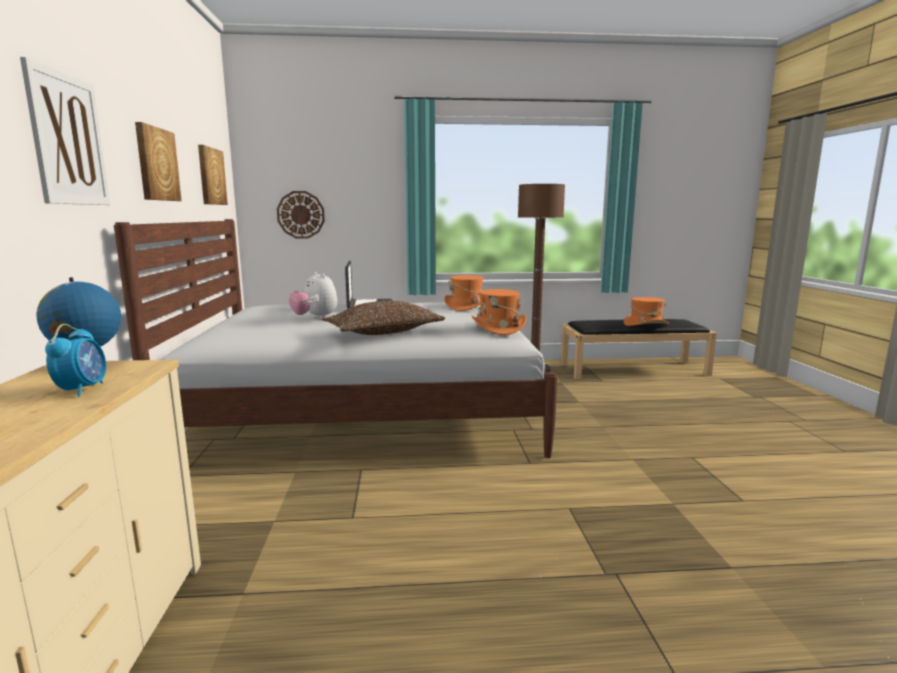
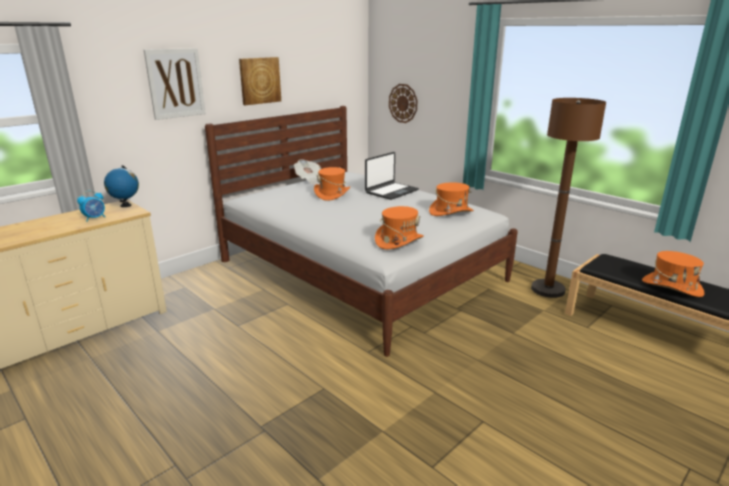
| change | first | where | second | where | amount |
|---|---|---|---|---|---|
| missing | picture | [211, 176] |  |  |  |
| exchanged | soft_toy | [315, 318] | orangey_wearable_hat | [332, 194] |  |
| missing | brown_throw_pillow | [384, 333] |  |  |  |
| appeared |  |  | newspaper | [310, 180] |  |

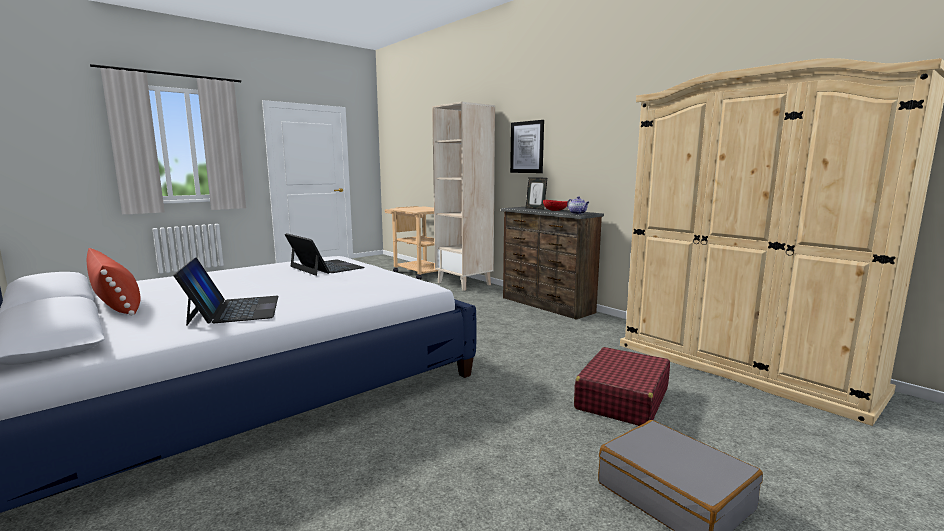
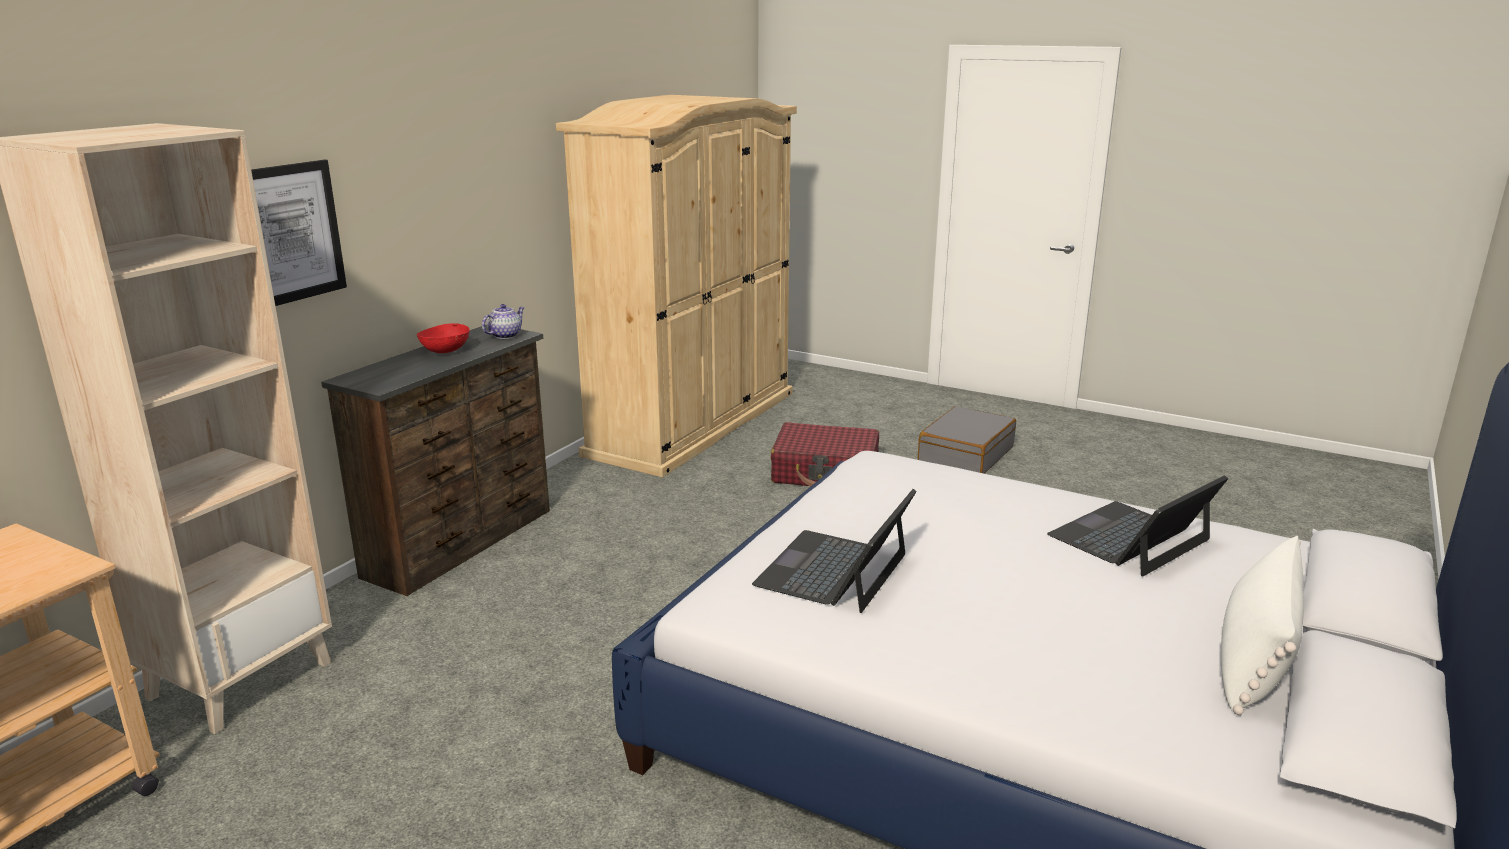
| change | first | where | second | where | amount |
|---|---|---|---|---|---|
| missing | photo_frame | [535, 208] |  |  |  |
| colour | red-coloured_throw_pillow | [117, 304] | white_throw_pillow | [1254, 657] |  |

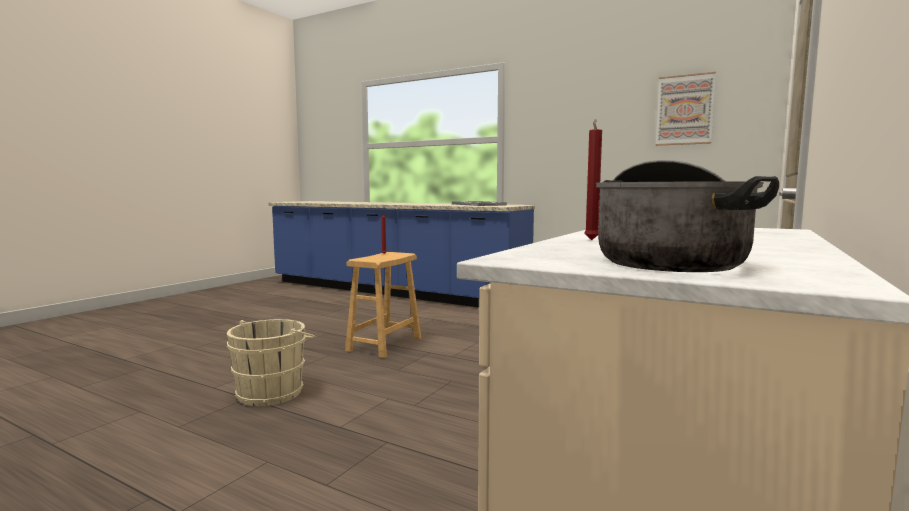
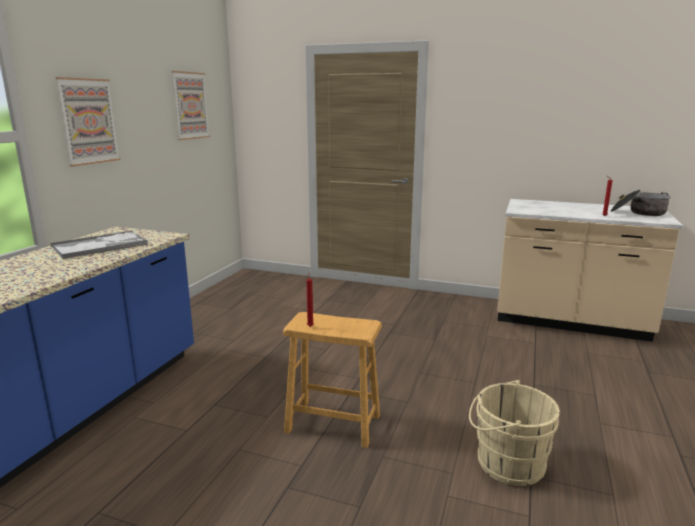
| change | first | where | second | where | amount |
|---|---|---|---|---|---|
| appeared |  |  | picture | [88, 121] |  |

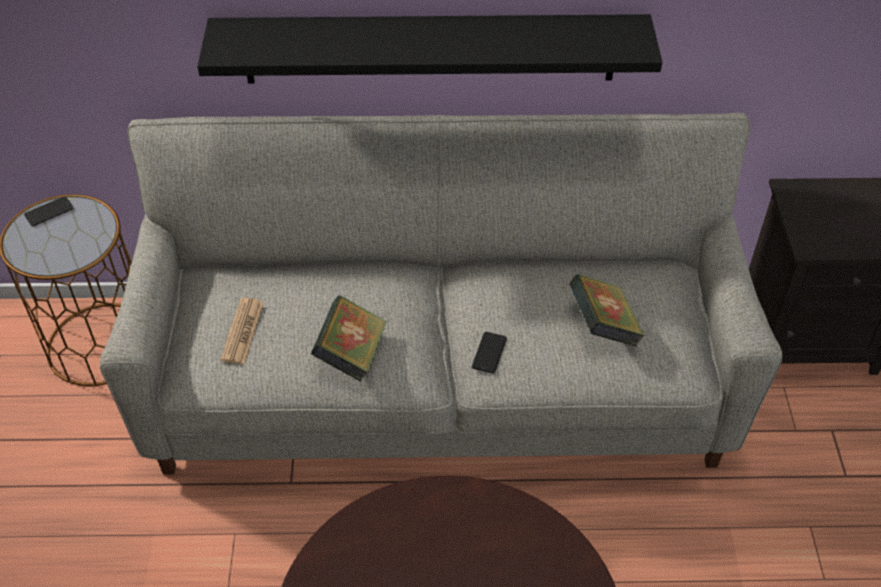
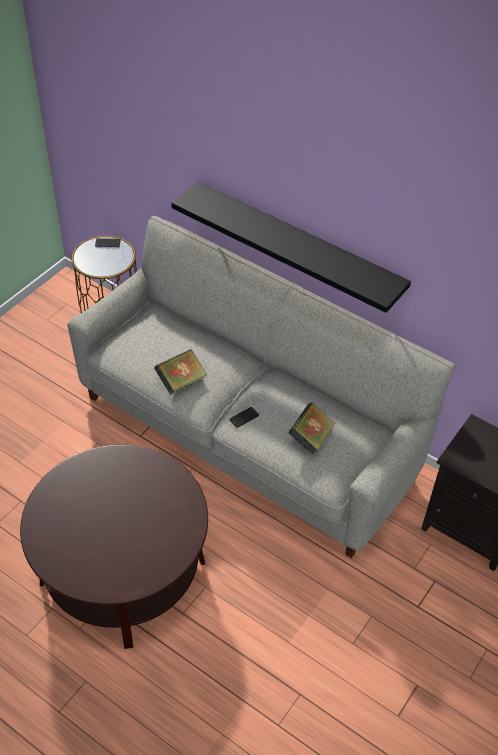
| change | first | where | second | where | amount |
|---|---|---|---|---|---|
| missing | newspaper | [242, 331] |  |  |  |

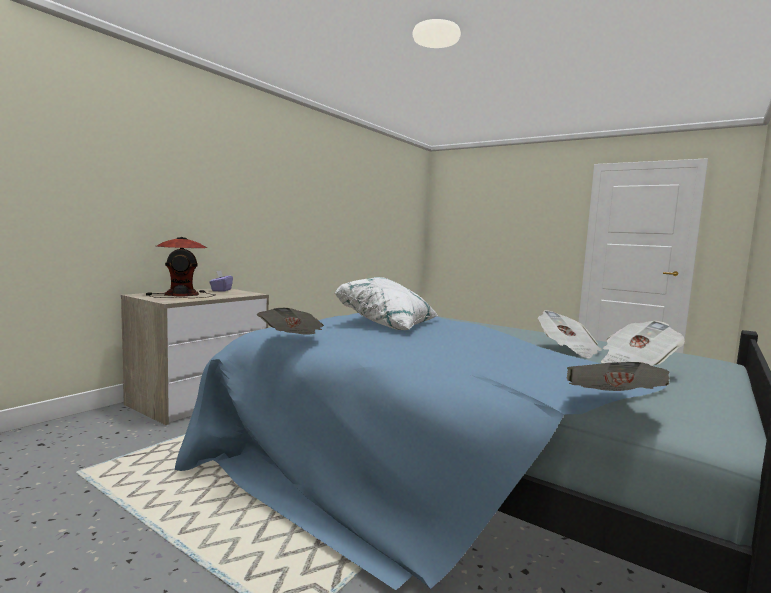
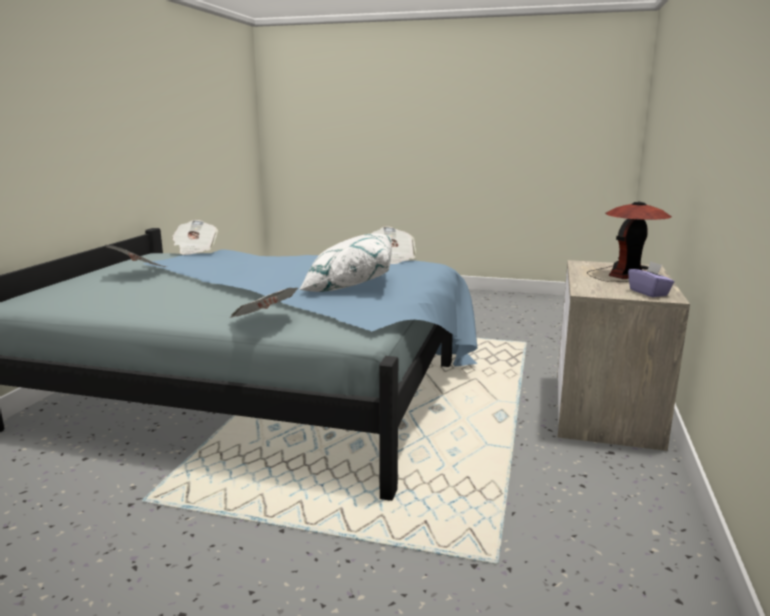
| change | first | where | second | where | amount |
|---|---|---|---|---|---|
| relocated | newspaper | [567, 350] |  | [264, 320] |  |

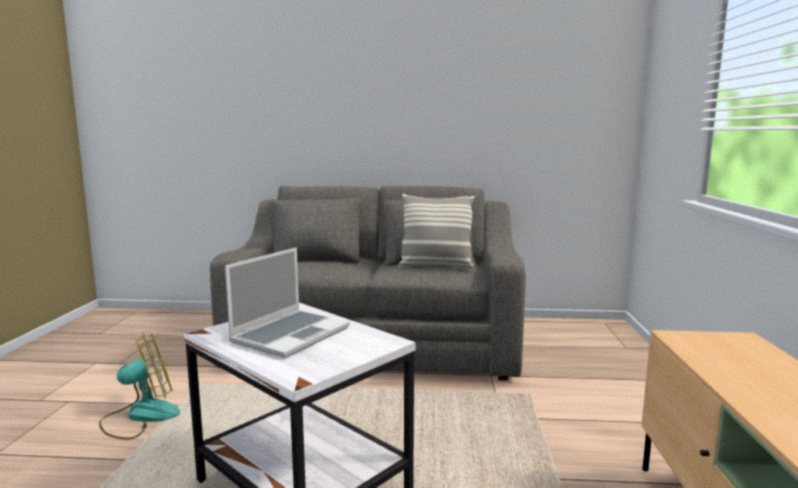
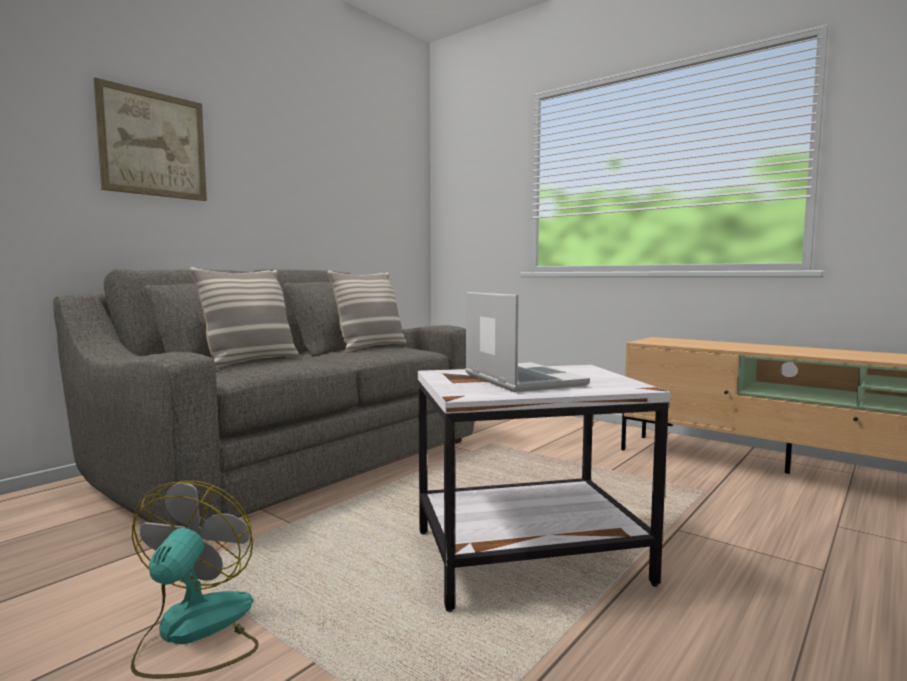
| change | first | where | second | where | amount |
|---|---|---|---|---|---|
| appeared |  |  | picture | [153, 144] |  |
| appeared |  |  | throw_pillow | [250, 362] |  |

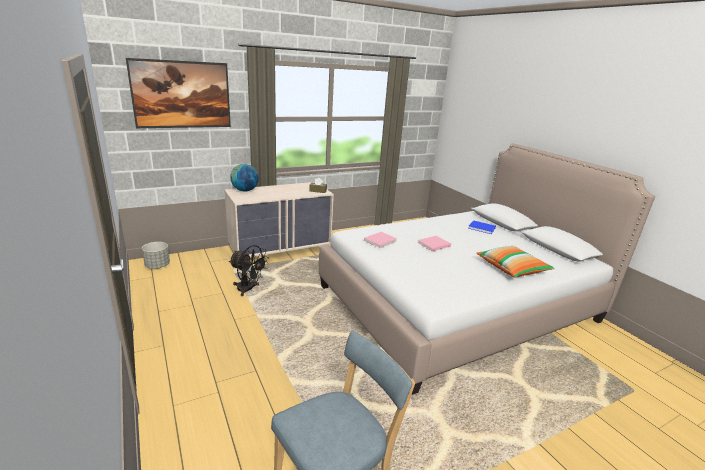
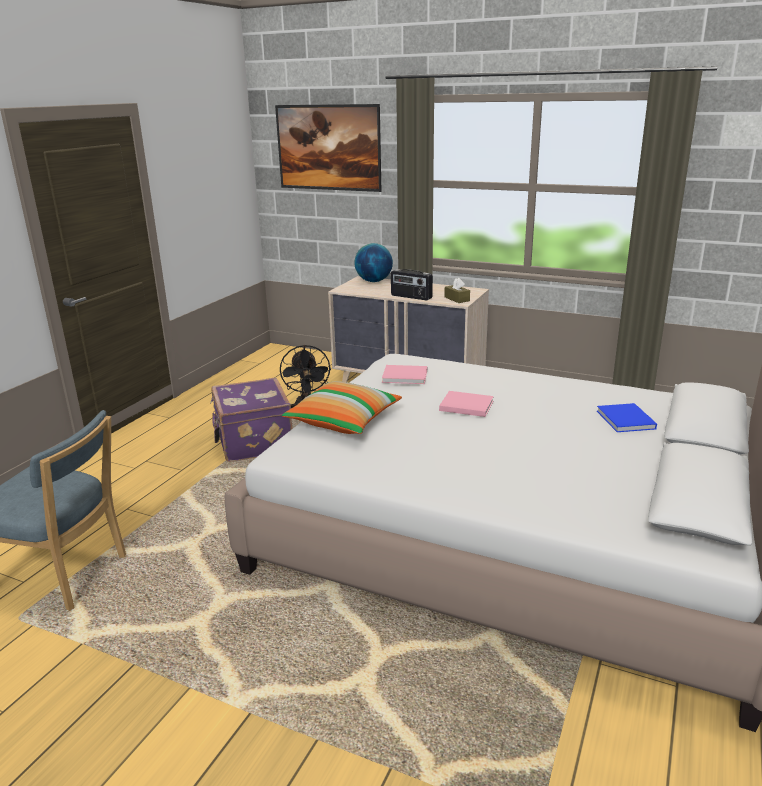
| change | first | where | second | where | amount |
|---|---|---|---|---|---|
| missing | greyish_flower_pot | [157, 266] |  |  |  |
| relocated | throw_pillow | [512, 269] |  | [344, 421] |  |
| appeared |  |  | radio_receiver | [411, 297] |  |
| appeared |  |  | purple_travel_case | [253, 442] |  |

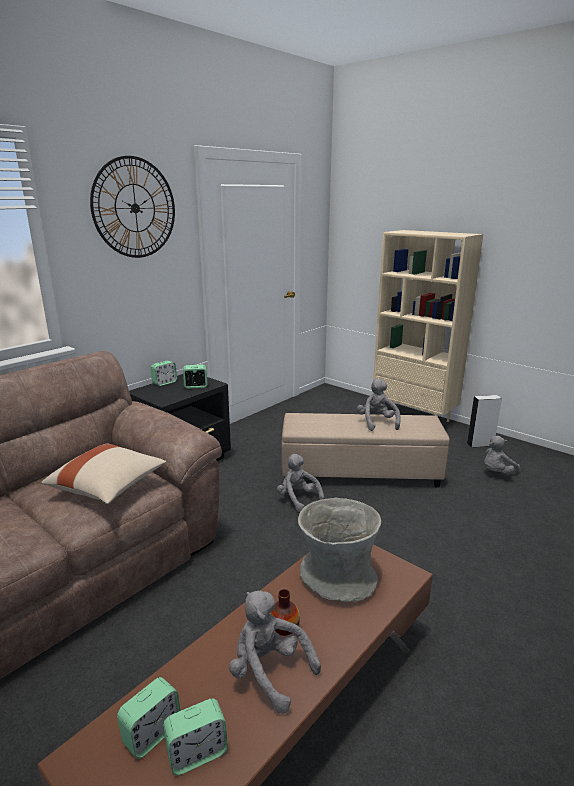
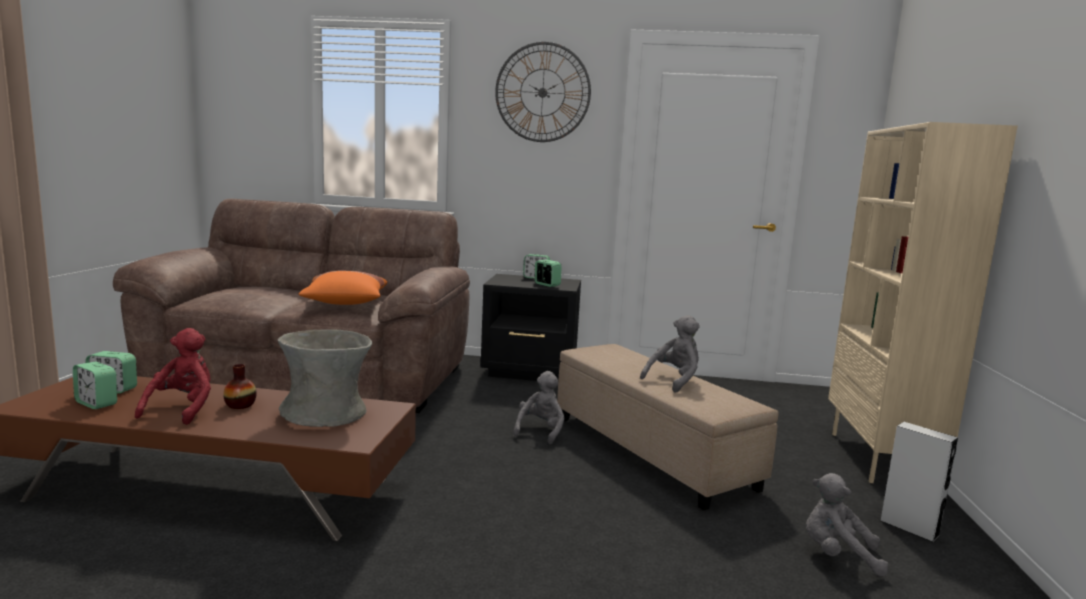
| change | first | where | second | where | amount |
|---|---|---|---|---|---|
| colour | sand-coloured_throw_pillow | [109, 487] | orangey_throw_pillow | [345, 303] |  |
| colour | greyish_soft_toy | [269, 672] | red-coloured_soft_toy | [183, 409] |  |

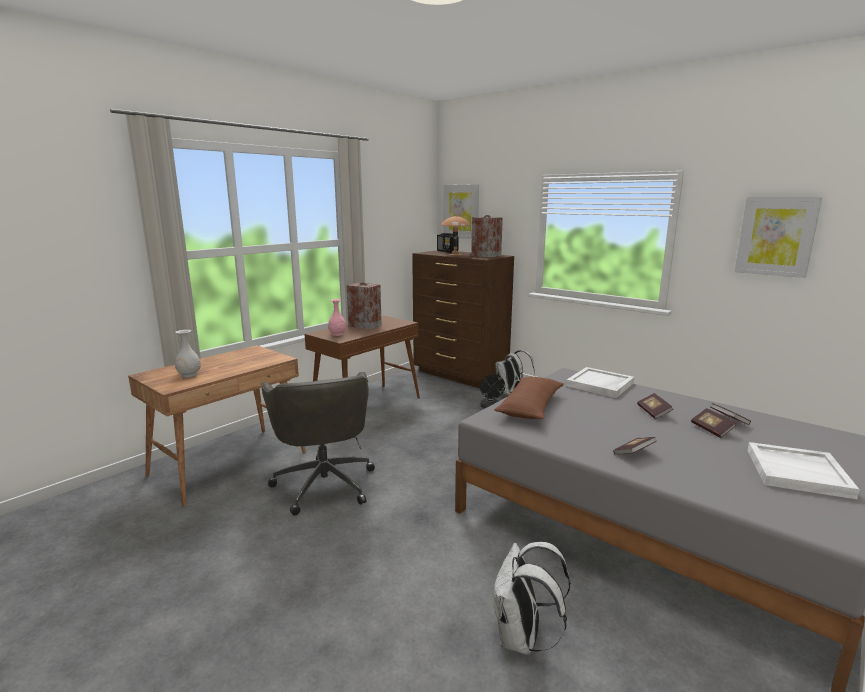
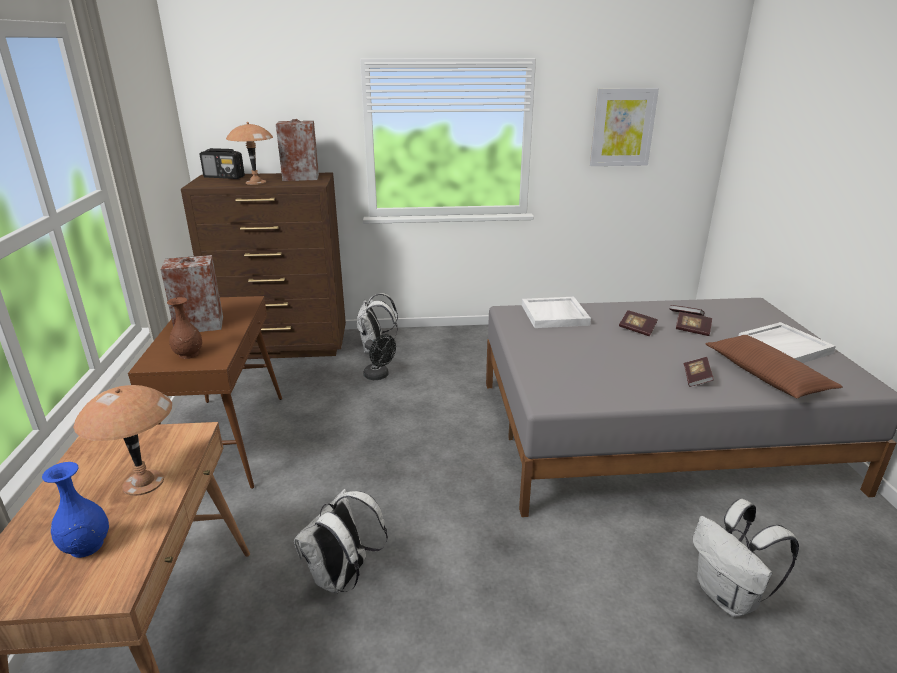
| change | first | where | second | where | amount |
|---|---|---|---|---|---|
| missing | picture | [461, 211] |  |  |  |
| colour | pink-coloured_flower_vase | [337, 334] | brown_flower_vase | [188, 354] |  |
| colour | white_flower_vase | [189, 375] | bluish_flower_vase | [86, 546] |  |
| exchanged | greyish_computer_chair | [324, 483] | white_rucksack | [342, 578] |  |
| relocated | brown_throw_pillow | [530, 407] |  | [766, 375] |  |
| appeared |  |  | brown_table_lamp | [142, 483] |  |

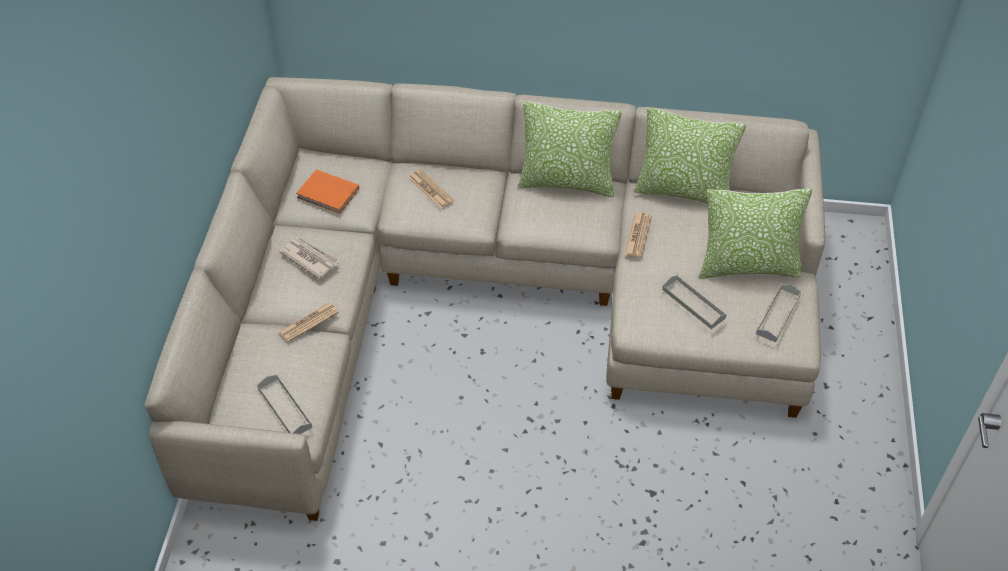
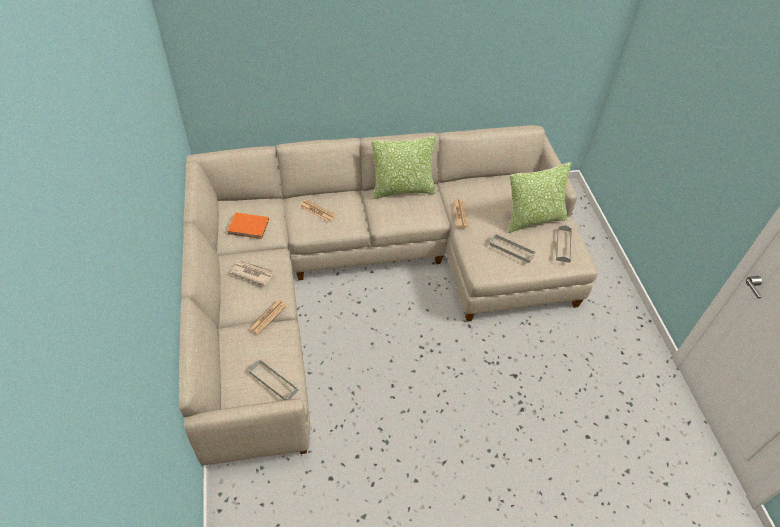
| change | first | where | second | where | amount |
|---|---|---|---|---|---|
| missing | throw_pillow | [683, 191] |  |  |  |

